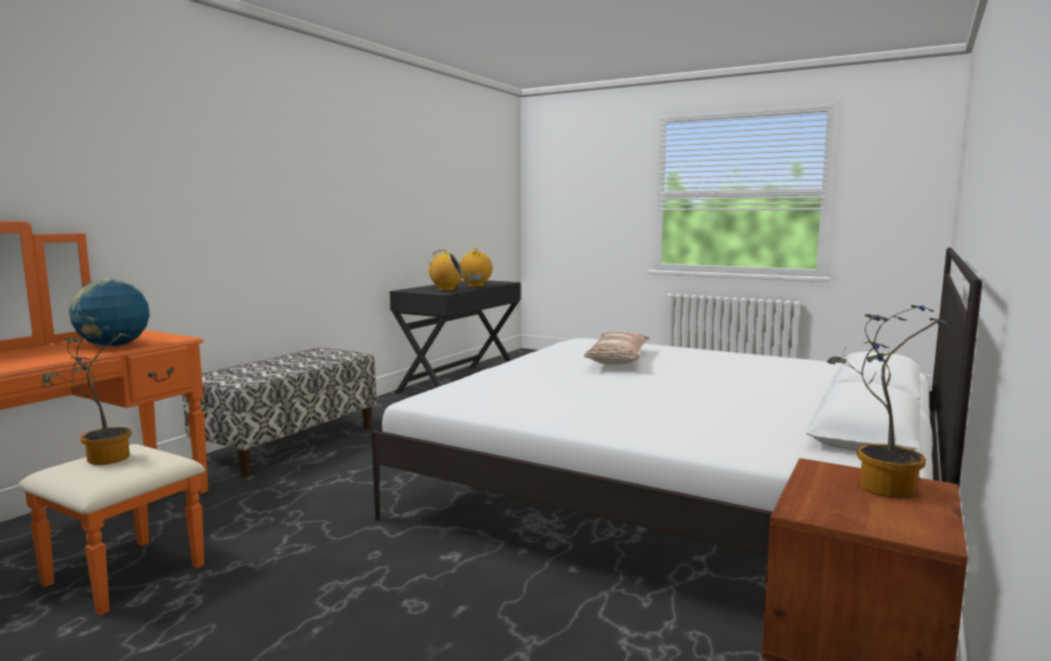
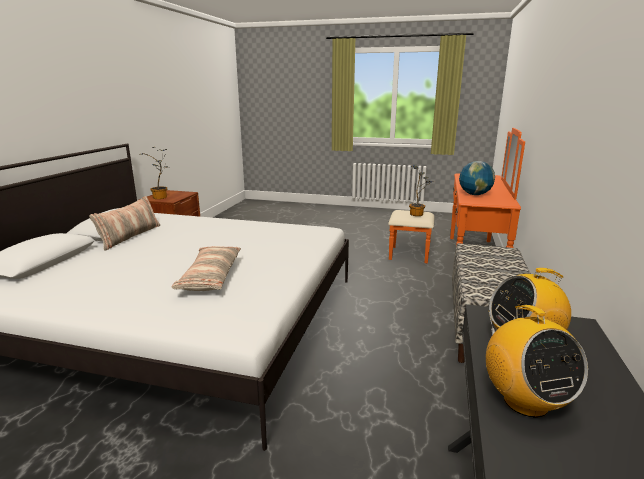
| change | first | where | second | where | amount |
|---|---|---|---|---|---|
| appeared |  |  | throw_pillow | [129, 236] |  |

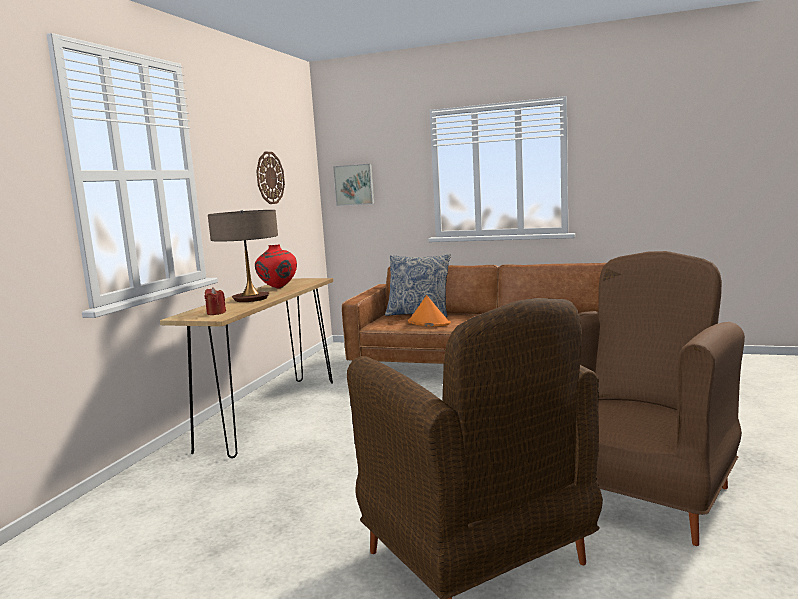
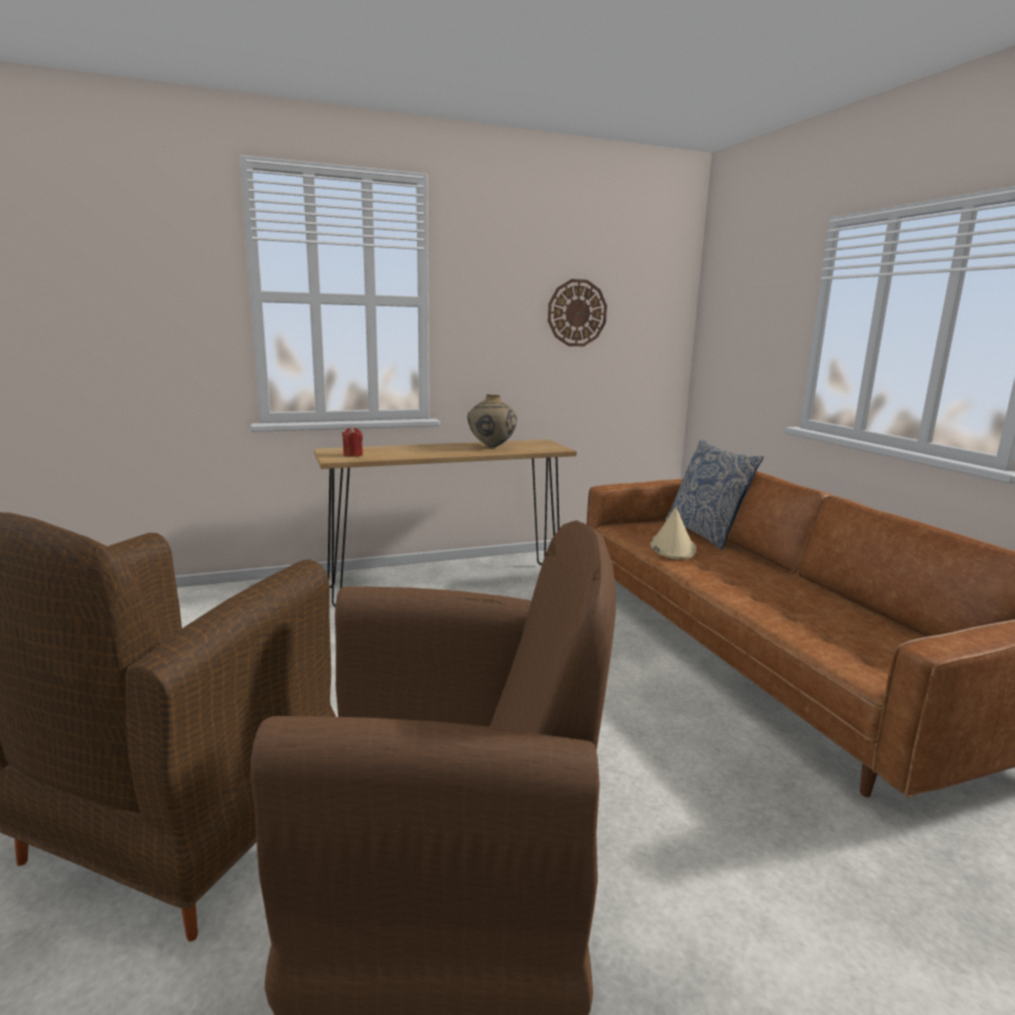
| change | first | where | second | where | amount |
|---|---|---|---|---|---|
| missing | picture | [354, 184] |  |  |  |
| missing | table_lamp | [251, 299] |  |  |  |
| colour | red-coloured_flower_vase | [278, 288] | sand-coloured_flower_vase | [491, 447] |  |
| colour | orangey_wearable_hat | [428, 323] | sand-coloured_wearable_hat | [672, 548] |  |

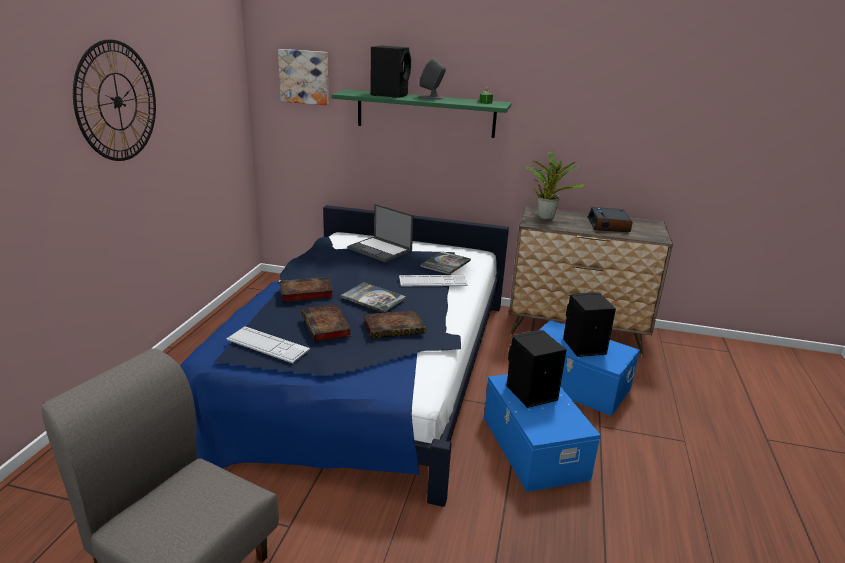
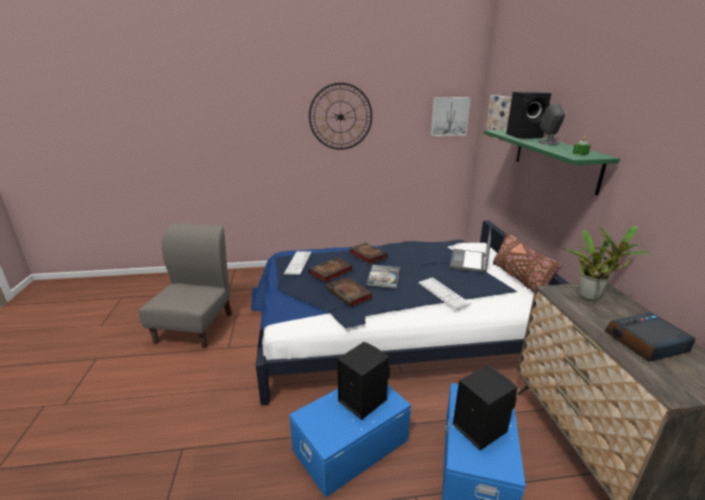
| change | first | where | second | where | amount |
|---|---|---|---|---|---|
| missing | book | [445, 264] |  |  |  |
| appeared |  |  | picture | [449, 116] |  |
| appeared |  |  | brown_throw_pillow | [520, 280] |  |

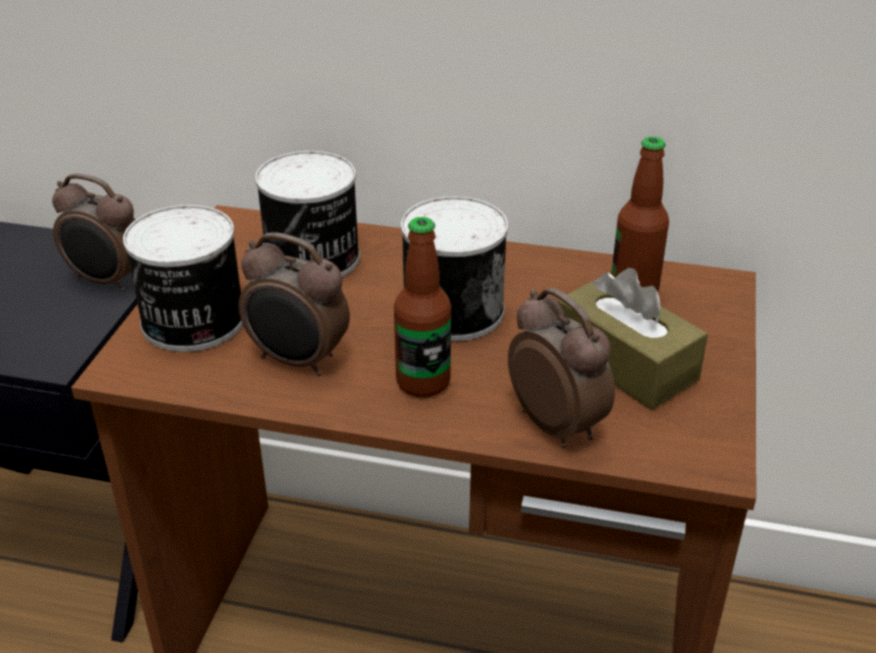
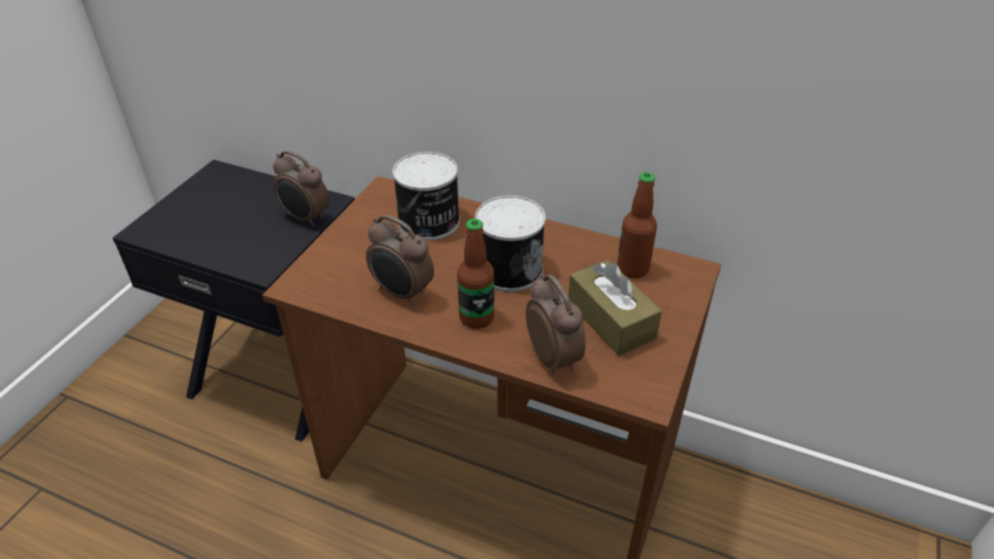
| change | first | where | second | where | amount |
|---|---|---|---|---|---|
| missing | metal_can | [192, 322] |  |  |  |

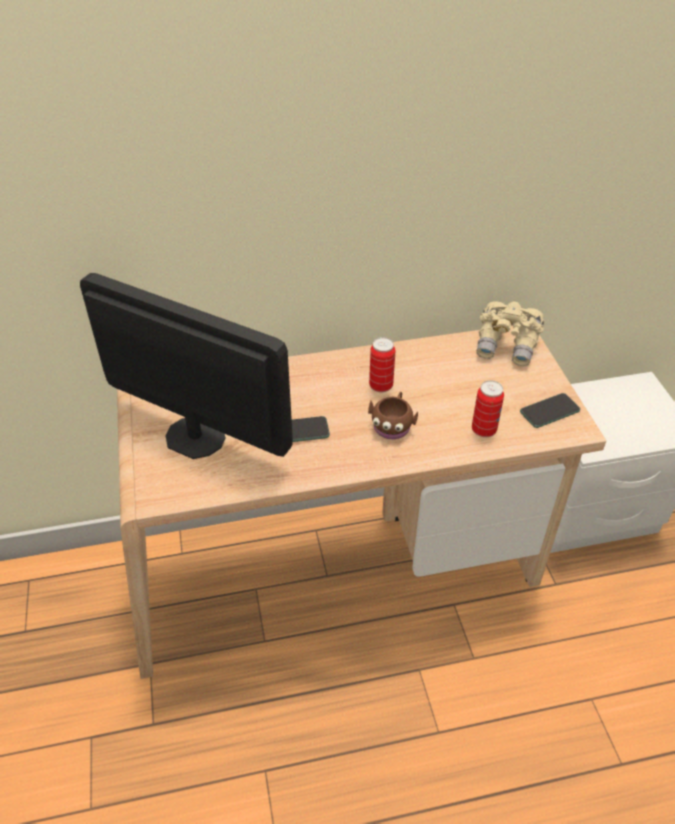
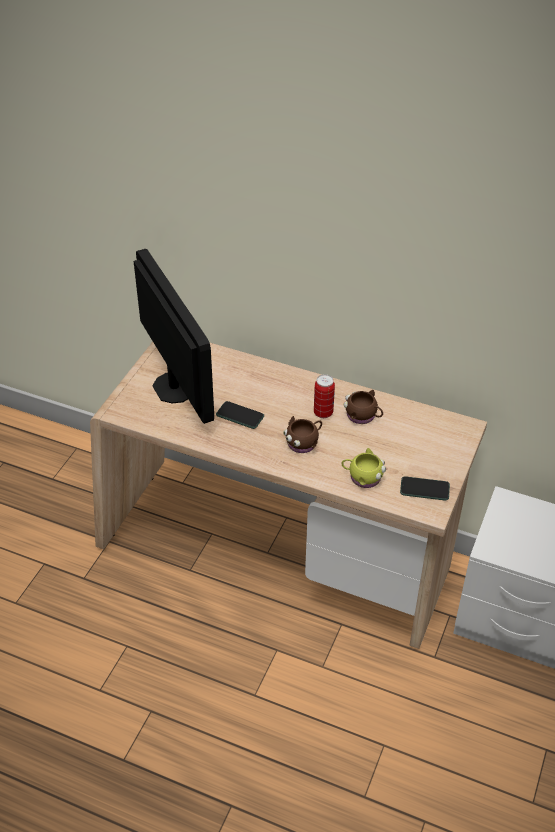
| change | first | where | second | where | amount |
|---|---|---|---|---|---|
| missing | sand-coloured_field_glasses | [507, 346] |  |  |  |
| exchanged | metal_can | [483, 430] | yellow_mug | [362, 477] |  |
| appeared |  |  | brown_mug | [363, 416] |  |

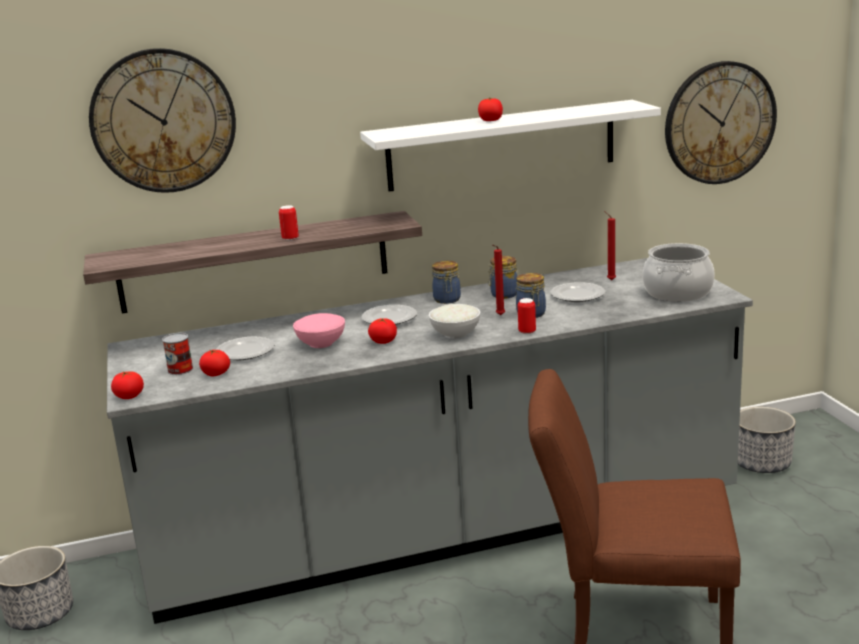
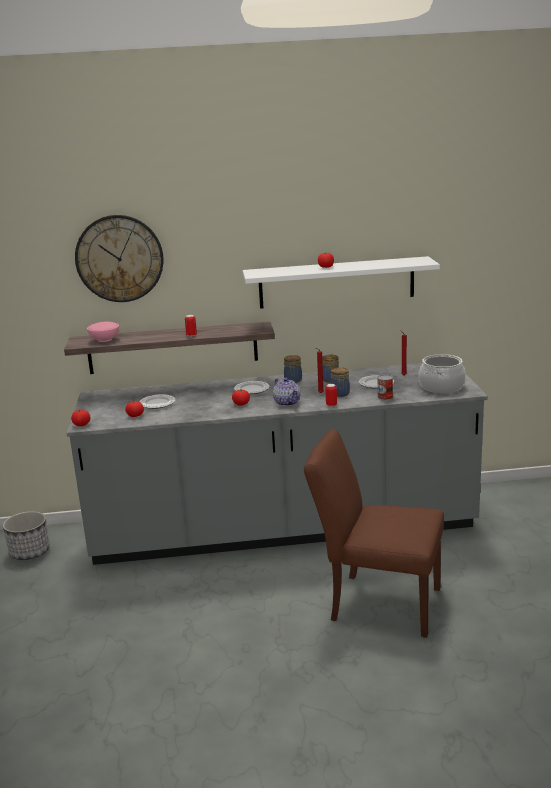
| change | first | where | second | where | amount |
|---|---|---|---|---|---|
| missing | clock_on_the_wall | [719, 123] |  |  |  |
| exchanged | white_bowl | [455, 333] | teapot | [287, 402] |  |
| relocated | pink-coloured_bowl | [321, 343] |  | [105, 339] |  |
| relocated | metal_can | [180, 370] |  | [385, 397] |  |
| missing | flower_pot | [762, 463] |  |  |  |

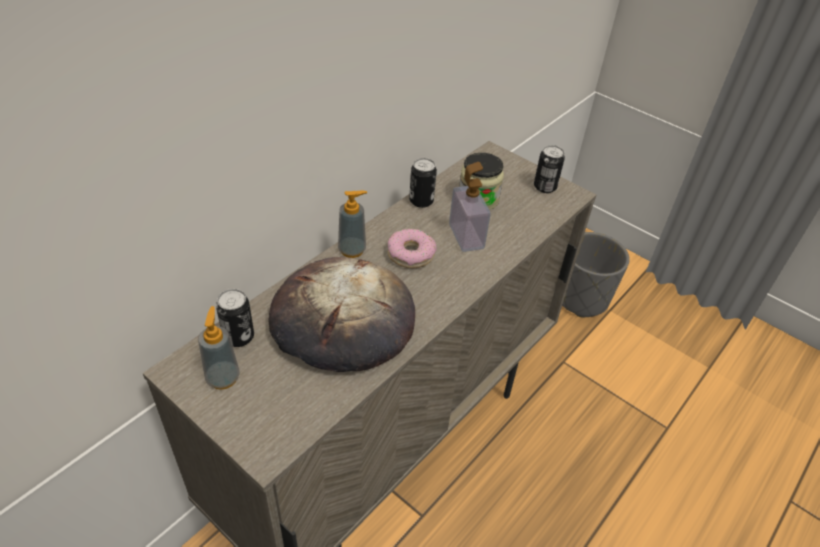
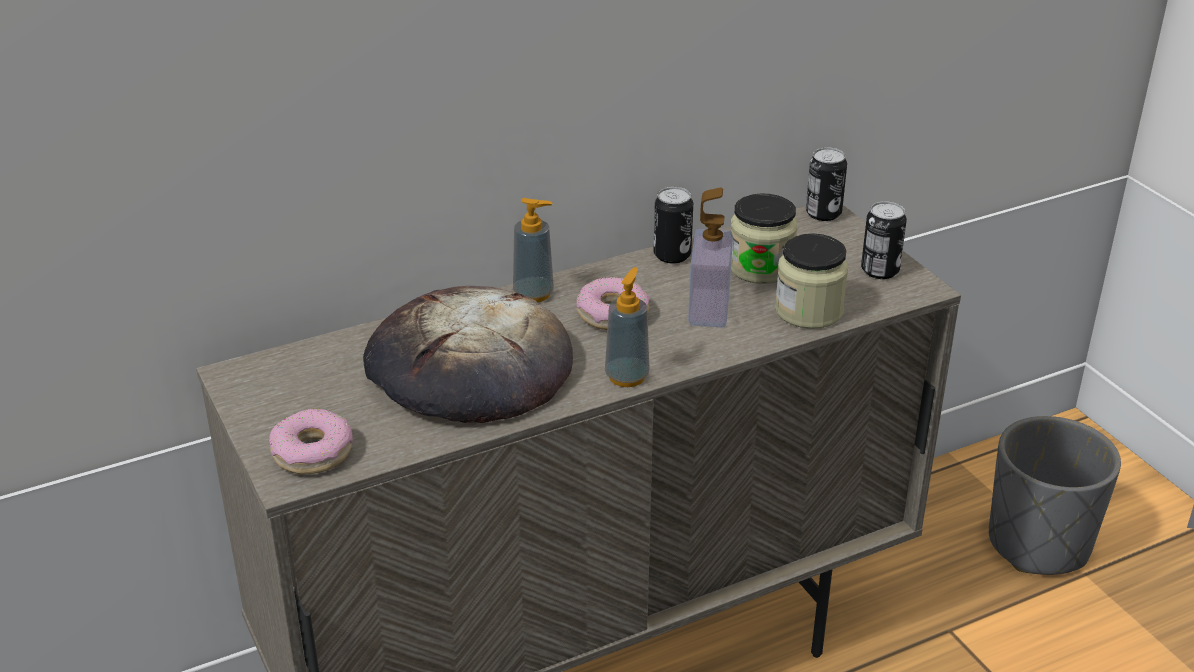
| change | first | where | second | where | amount |
|---|---|---|---|---|---|
| relocated | metal_can | [239, 337] |  | [823, 213] |  |
| relocated | soap_bottle | [223, 378] |  | [627, 376] |  |
| appeared |  |  | preserve_jar | [808, 311] |  |
| appeared |  |  | ring_doughnut | [312, 452] |  |

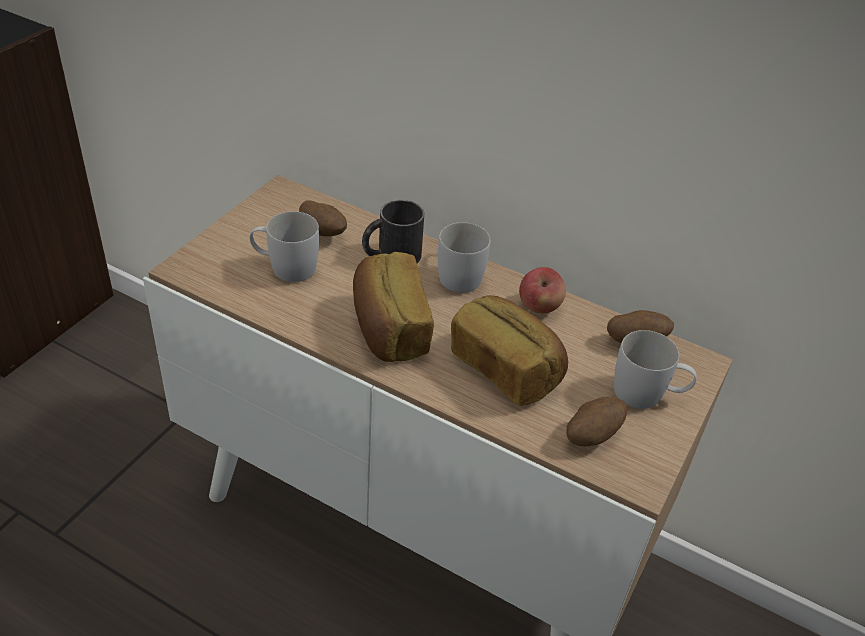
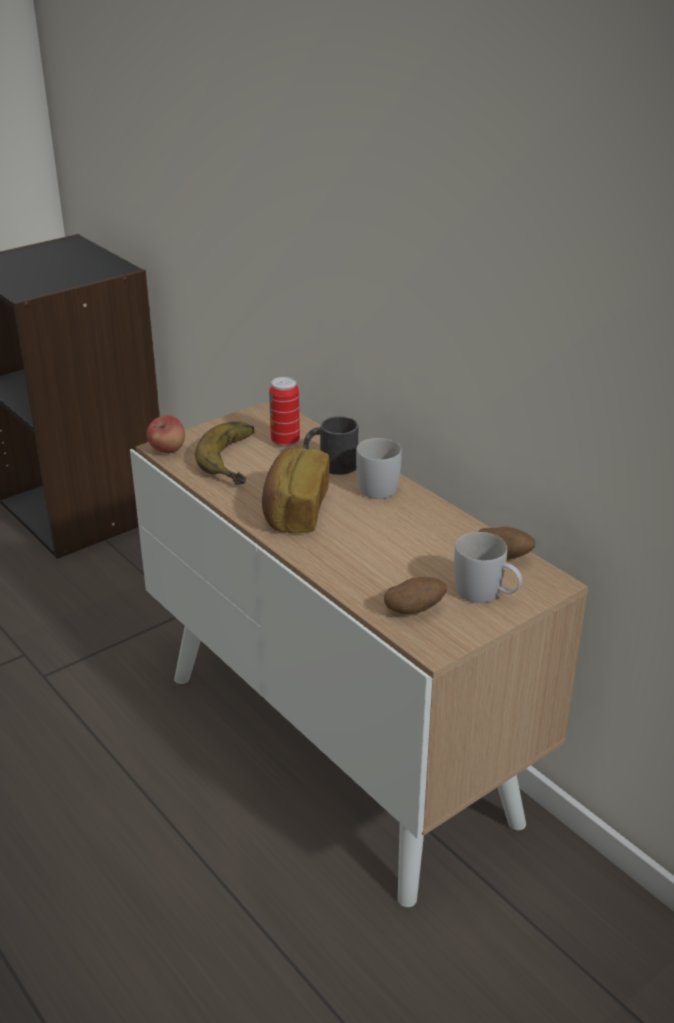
| change | first | where | second | where | amount |
|---|---|---|---|---|---|
| exchanged | potato | [323, 233] | metal_can | [285, 441] |  |
| exchanged | white_mug | [285, 267] | whole_banana | [240, 459] |  |
| relocated | apple | [539, 307] |  | [167, 450] |  |
| missing | bread | [506, 368] |  |  |  |

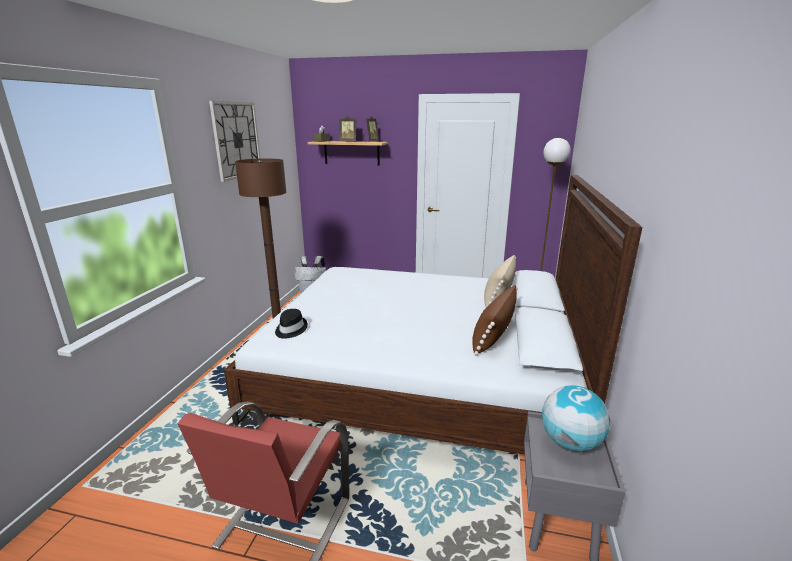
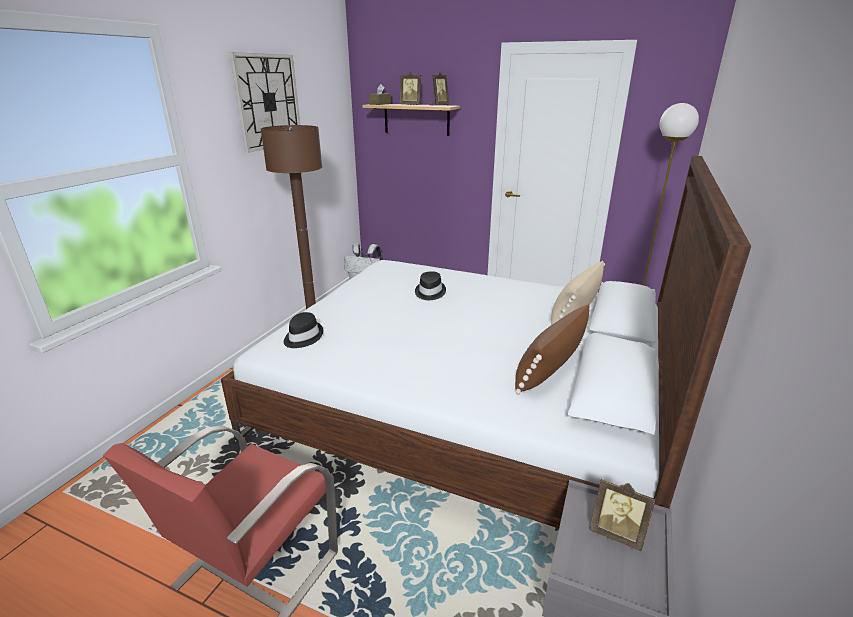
| change | first | where | second | where | amount |
|---|---|---|---|---|---|
| exchanged | world_globe | [570, 442] | photo_frame | [616, 533] |  |
| appeared |  |  | blackish_wearable_hat | [429, 292] |  |

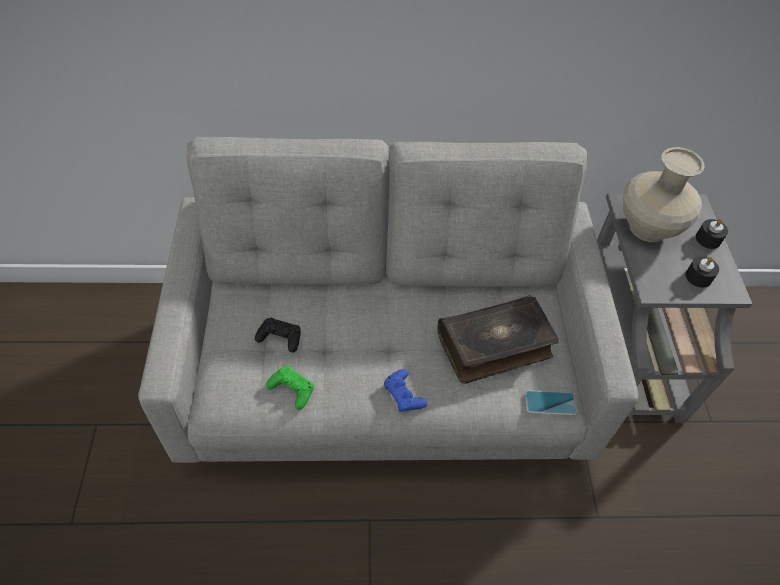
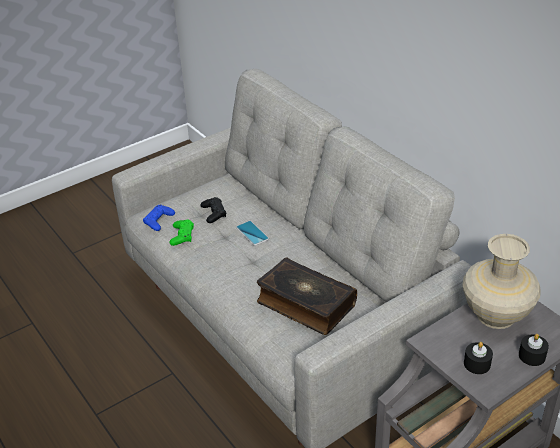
| change | first | where | second | where | amount |
|---|---|---|---|---|---|
| relocated | bluish_game_controller | [404, 394] |  | [158, 221] |  |
| relocated | phone | [550, 403] |  | [252, 233] |  |

